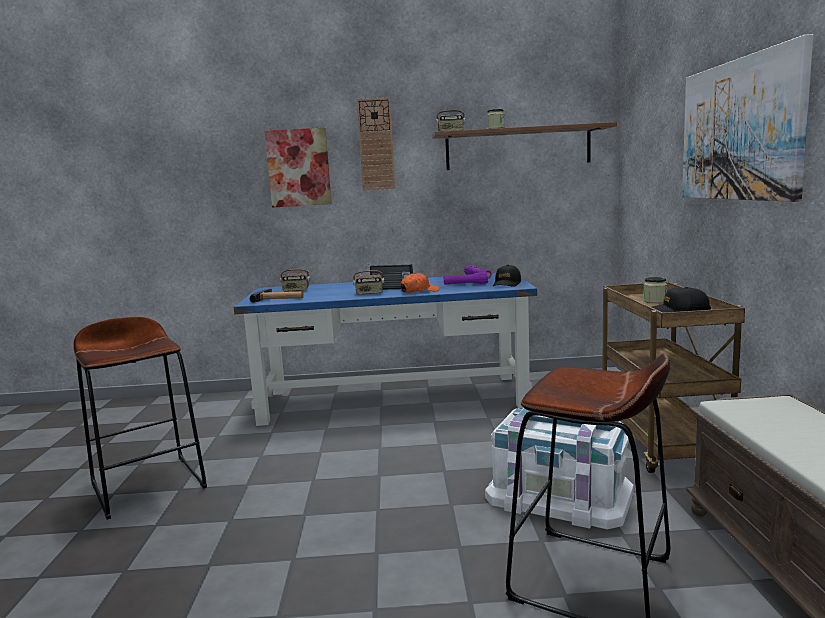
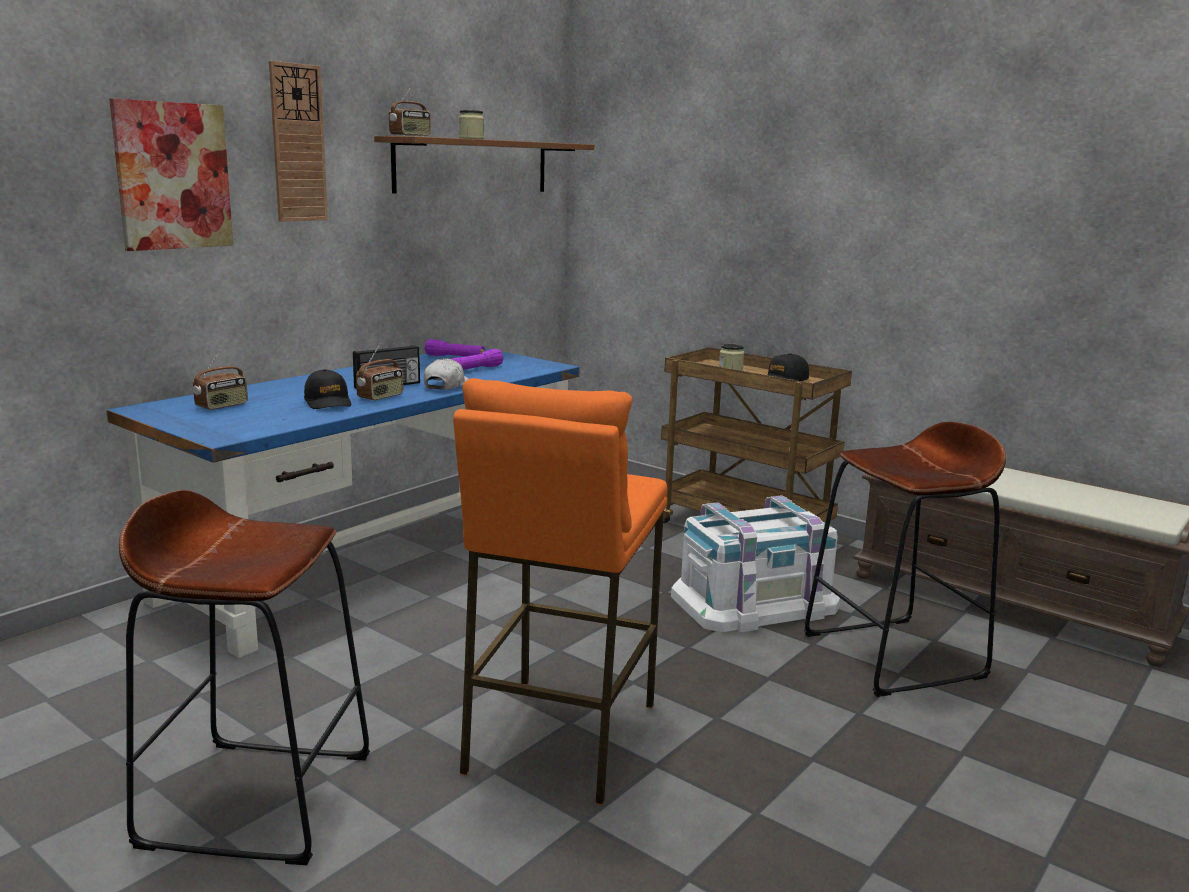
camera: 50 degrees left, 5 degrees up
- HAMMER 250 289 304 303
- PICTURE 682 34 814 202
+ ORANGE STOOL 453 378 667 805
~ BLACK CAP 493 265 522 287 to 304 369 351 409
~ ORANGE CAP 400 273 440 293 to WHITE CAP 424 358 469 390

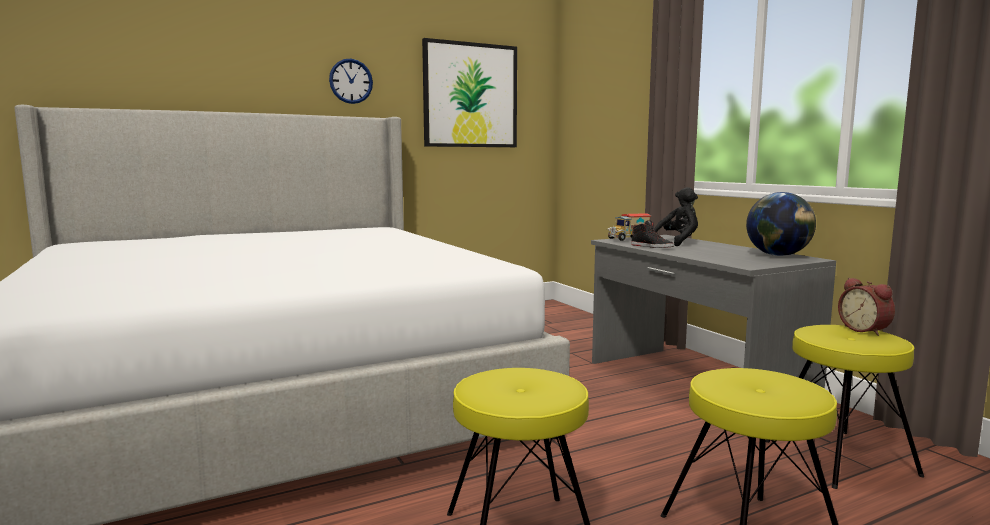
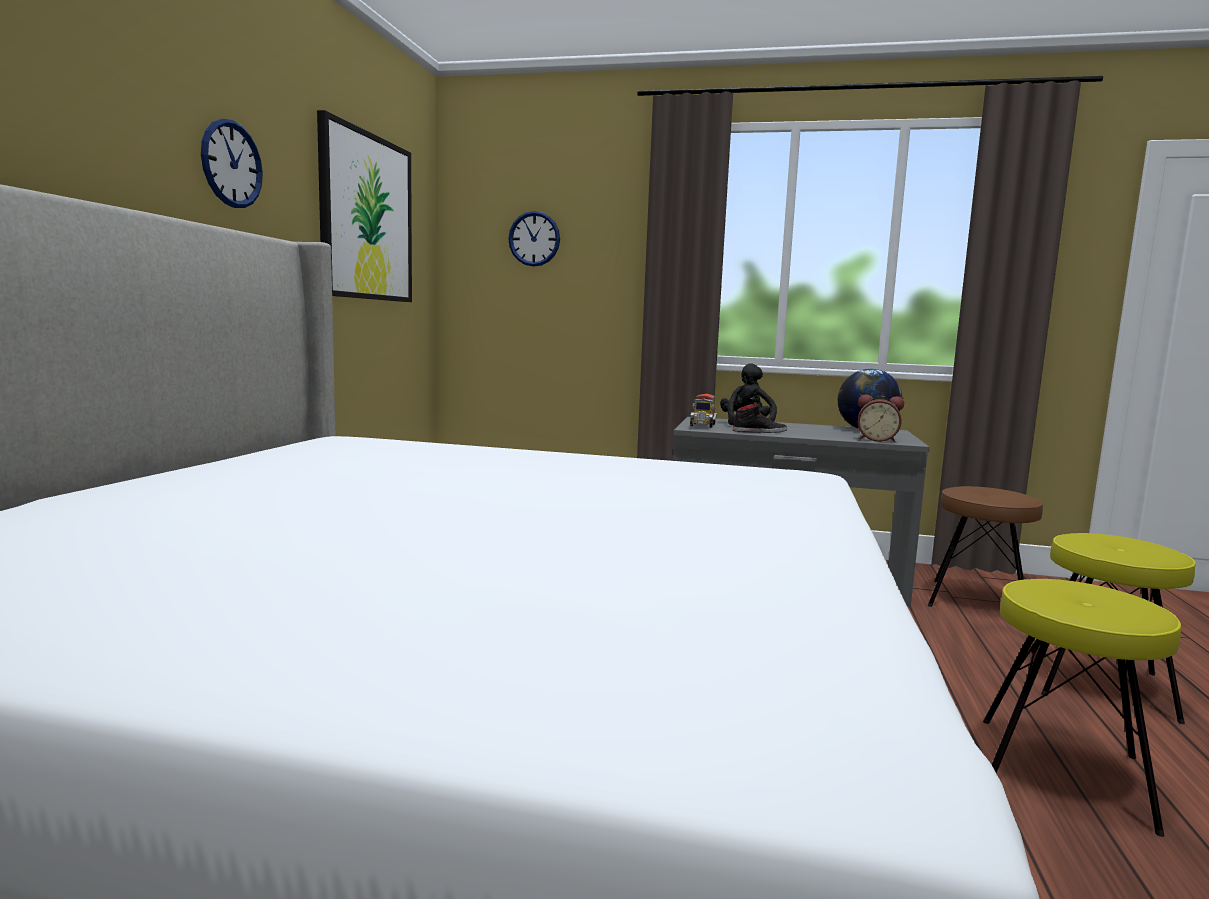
camera: 50 degrees left, 0 degrees up
+ WALL CLOCK 508 211 560 267
~ ALARM CLOCK 838 278 895 336 to 858 395 904 442
~ YELLOW STOOL 765 325 924 489 to BROWN STOOL 928 486 1043 607

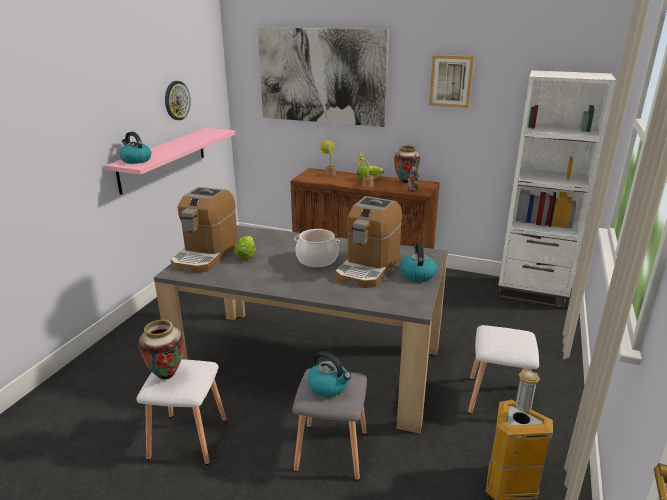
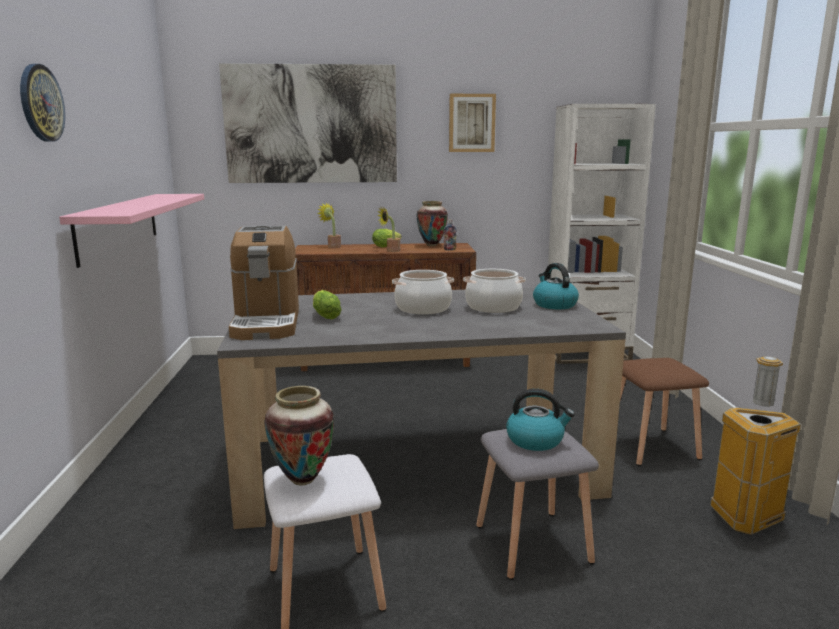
camera: 25 degrees left, 10 degrees down
- KETTLE 119 132 151 164
~ WALL CLOCK 165 81 191 120 to 20 64 65 142
~ COFFEE MACHINE 335 196 402 288 to COOKING POT 463 269 526 313
~ WHITE STOOL 468 325 539 414 to BROWN STOOL 620 358 709 466

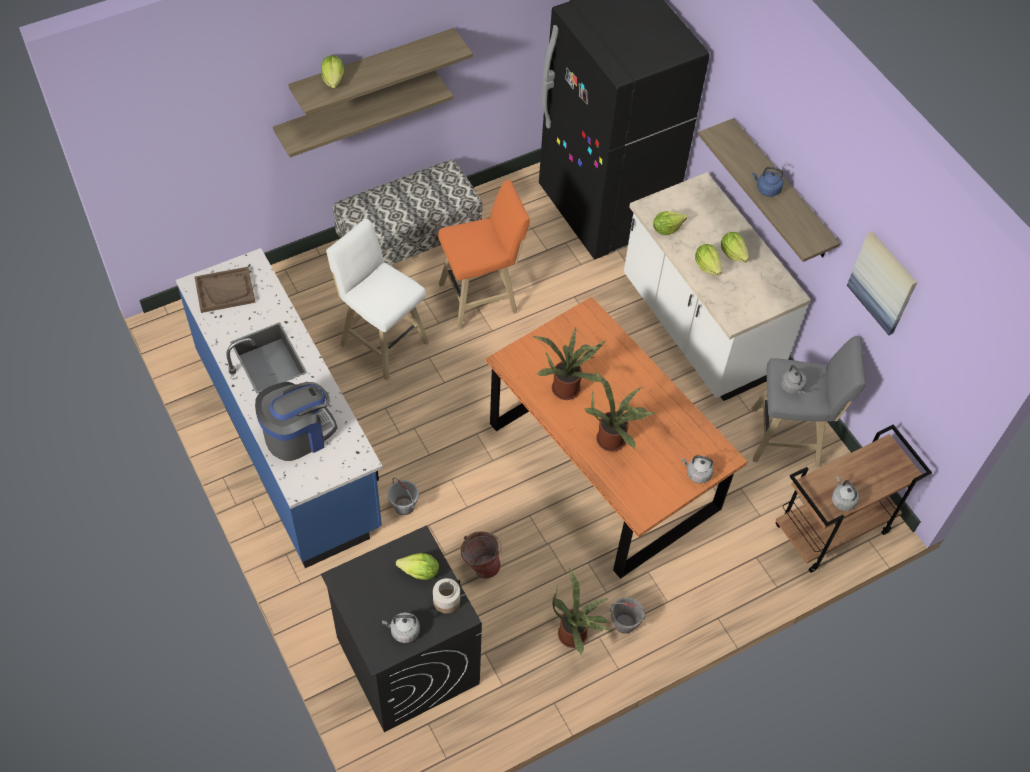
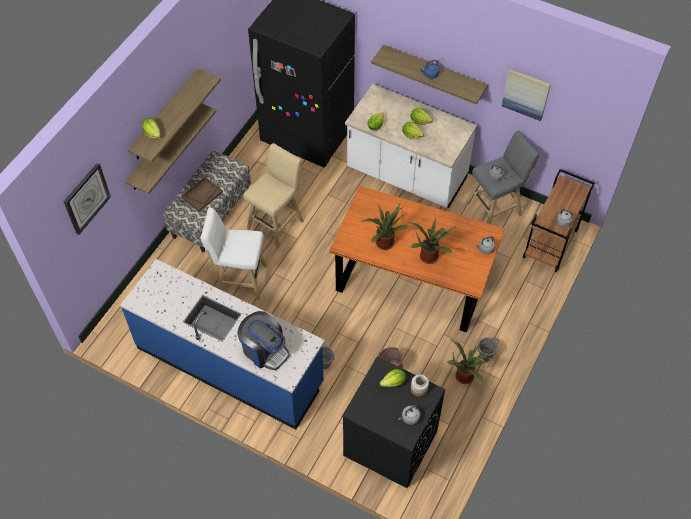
camera: 30 degrees left, 0 degrees up
+ WALL CLOCK 63 163 111 235
~ BROWN TRAY 194 267 256 313 to 181 177 223 212
~ ORANGE STOOL 438 180 530 329 to BEIGE STOOL 243 143 304 248
~ COFFEE MACHINE 255 382 337 461 = 237 311 290 370 105 degrees clockwise

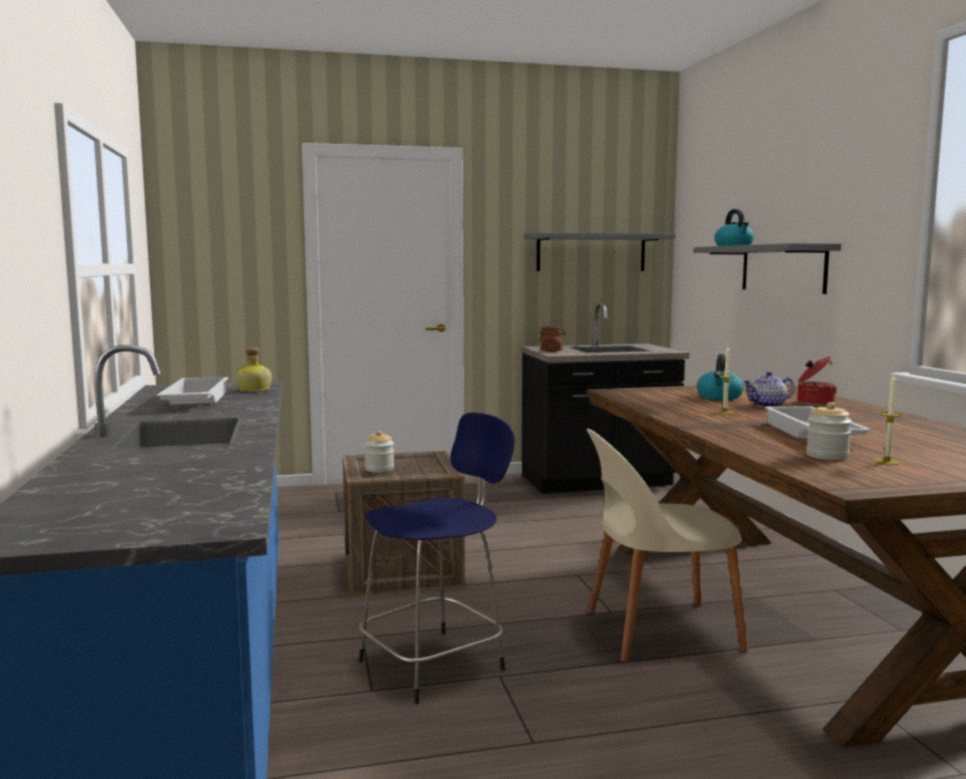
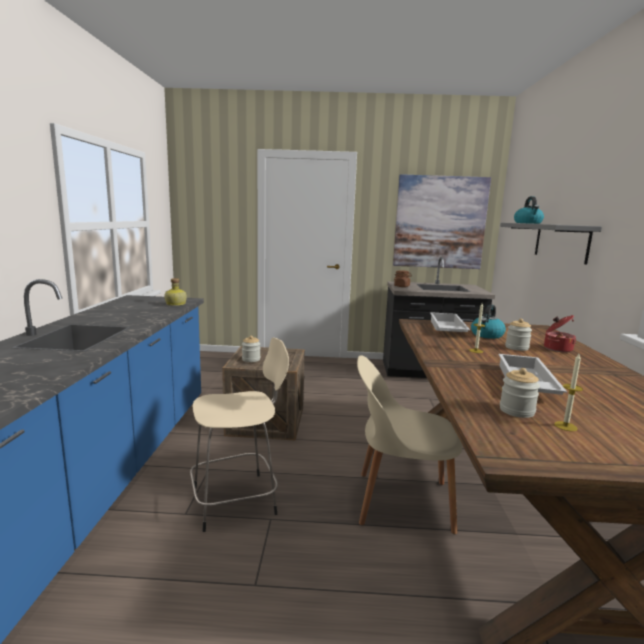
camera: 15 degrees right, 5 degrees up
~ WHITE TRAY 156 377 228 404 to 430 312 470 332
~ GREY SHELF 524 232 676 271 to PICTURE 393 174 491 269
~ TEAPOT 743 372 794 407 to JAR 505 318 532 351
~ BLUE STOOL 359 413 515 705 to BEIGE STOOL 190 337 289 532

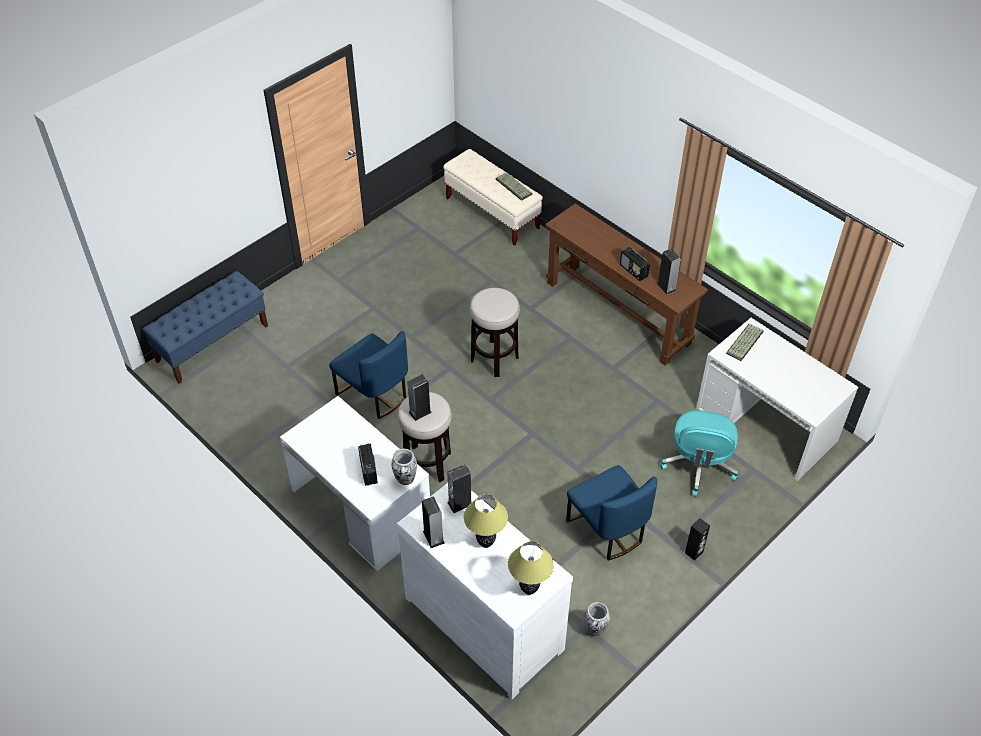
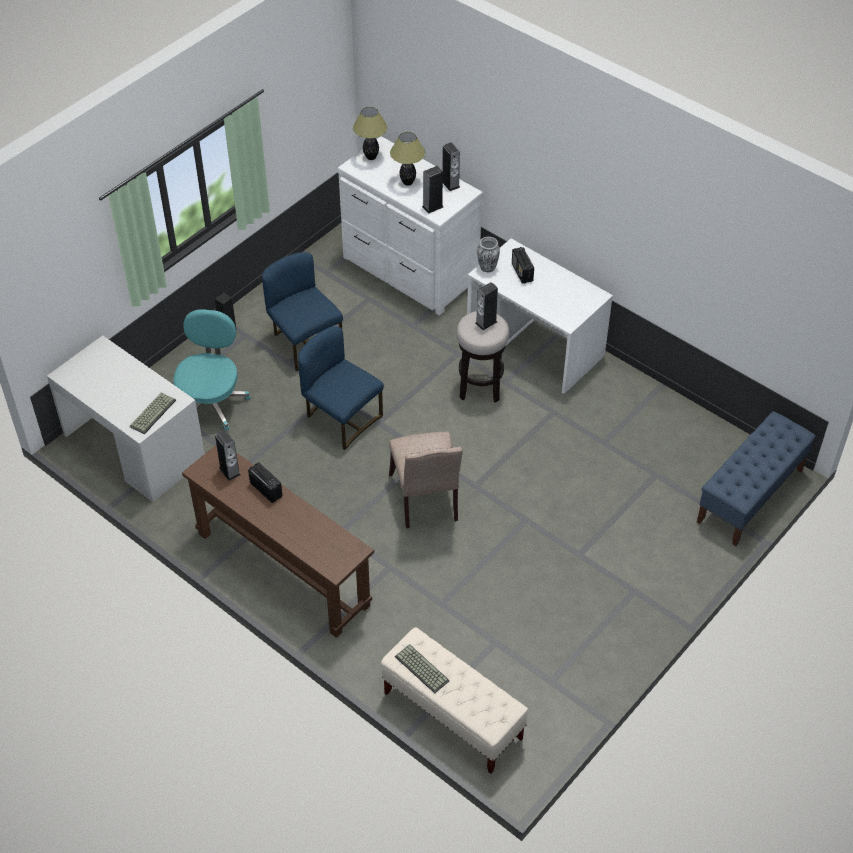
camera: 175 degrees right, 0 degrees up
- VASE 584 602 610 636
~ BLUE CHAIR 329 331 408 419 to 298 326 384 450
~ STOOL 470 288 520 377 to BEIGE CHAIR 389 432 463 529

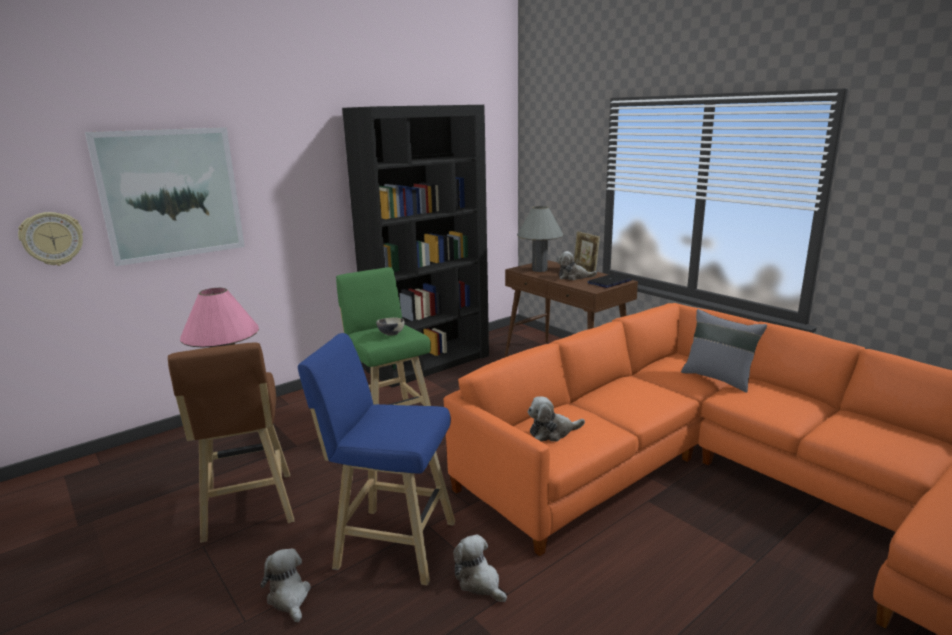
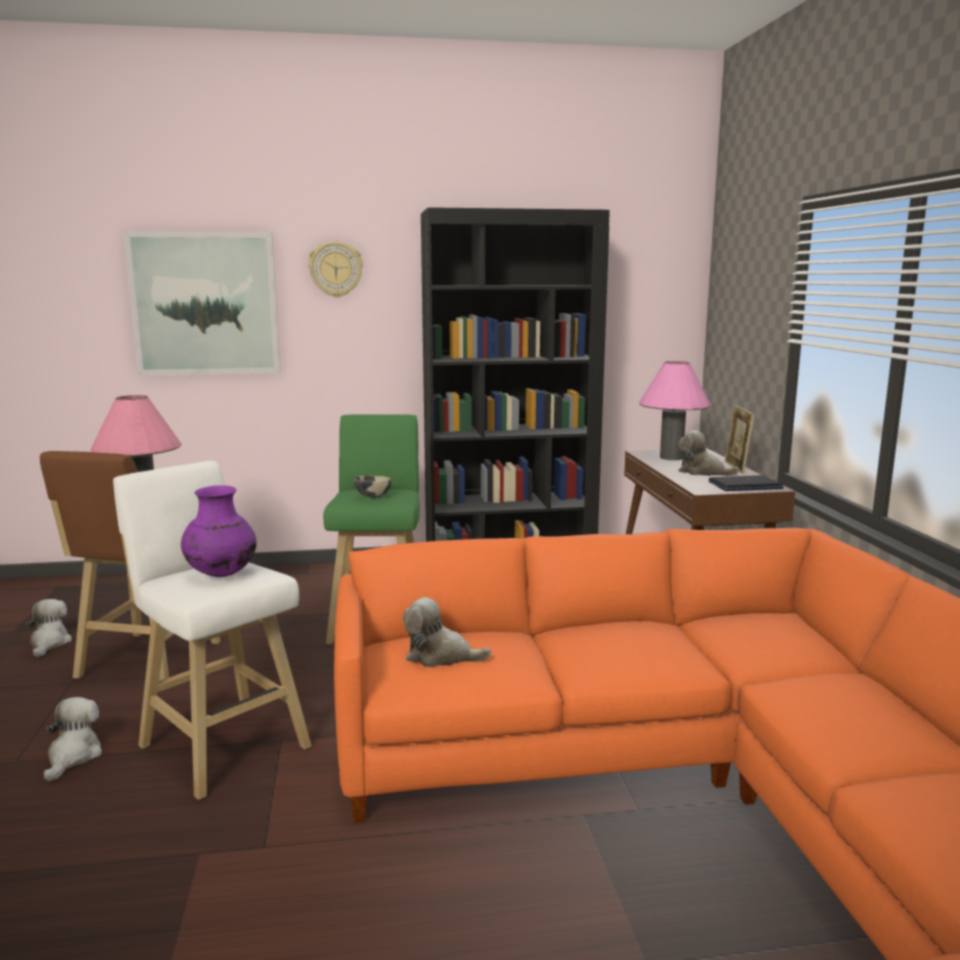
camera: 30 degrees right, 5 degrees down
- GREY PILLOW 681 309 767 393
+ PURPLE VASE 181 485 257 577
~ WALL CLOCK 18 212 83 266 to 308 242 363 297
~ PLUSH TOY 453 534 507 602 to 26 599 72 657
~ BLUE STOOL 298 333 455 586 to WHITE STOOL 113 461 312 800
~ GREY TABLE LAMP 517 206 563 272 to PINK TABLE LAMP 639 361 711 460

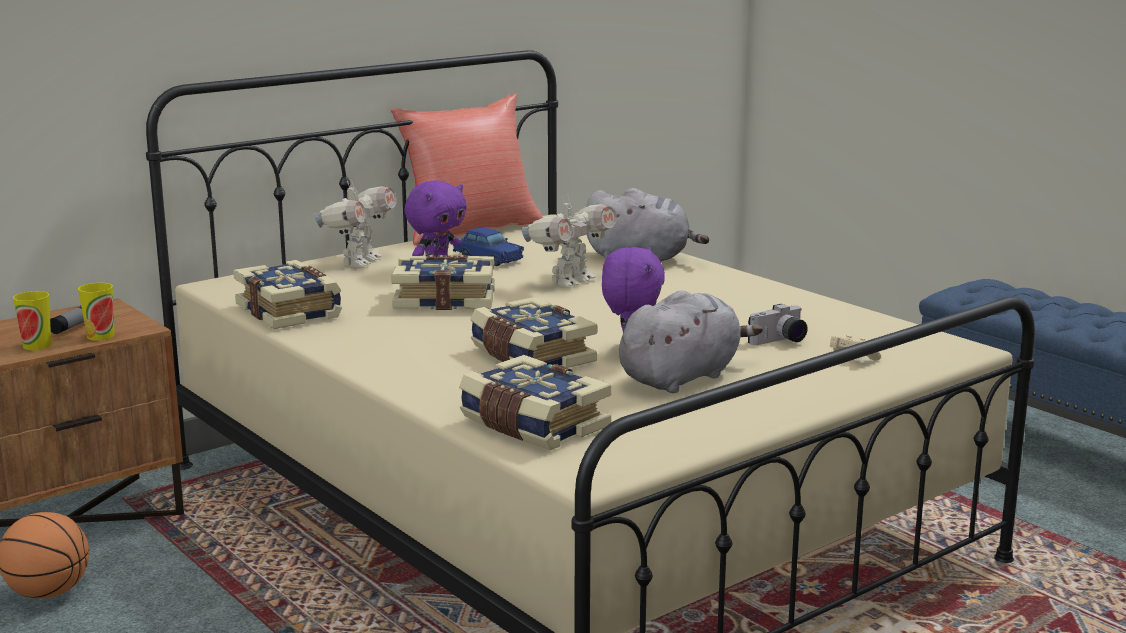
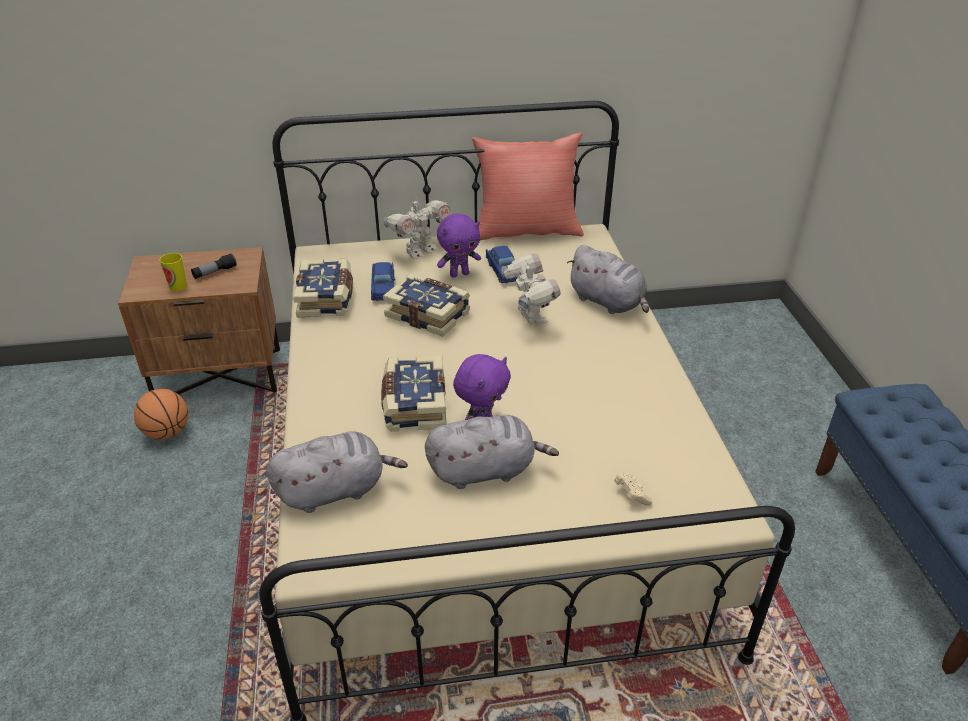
camera: 30 degrees right, 20 degrees up
- CUP 78 283 114 340
- PHOTO CAMERA 748 304 808 345
+ BLUE TOY CAR 371 262 395 301
~ BOOK 459 355 612 450 to GREY PLUSH TOY 267 431 408 513
~ TOY ROBOT 521 197 617 286 = 501 254 561 325 90 degrees counterclockwise

